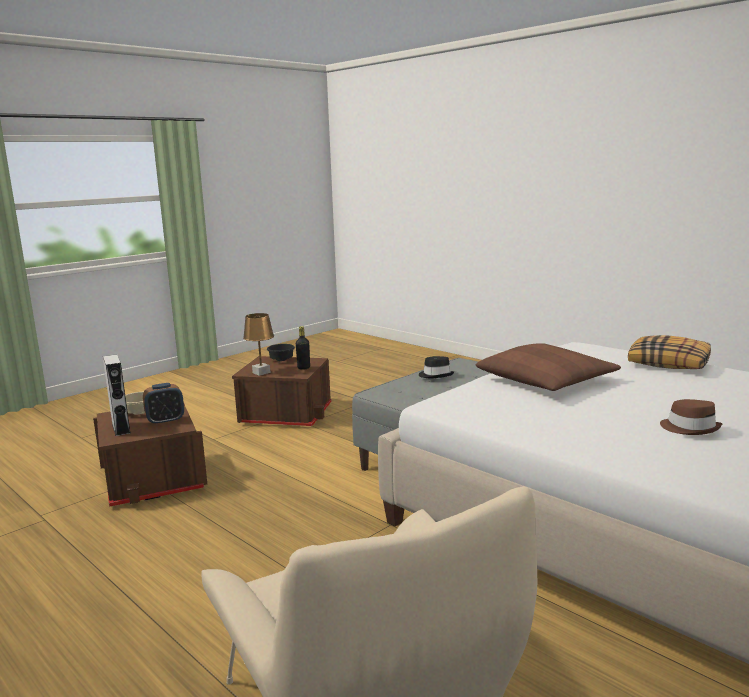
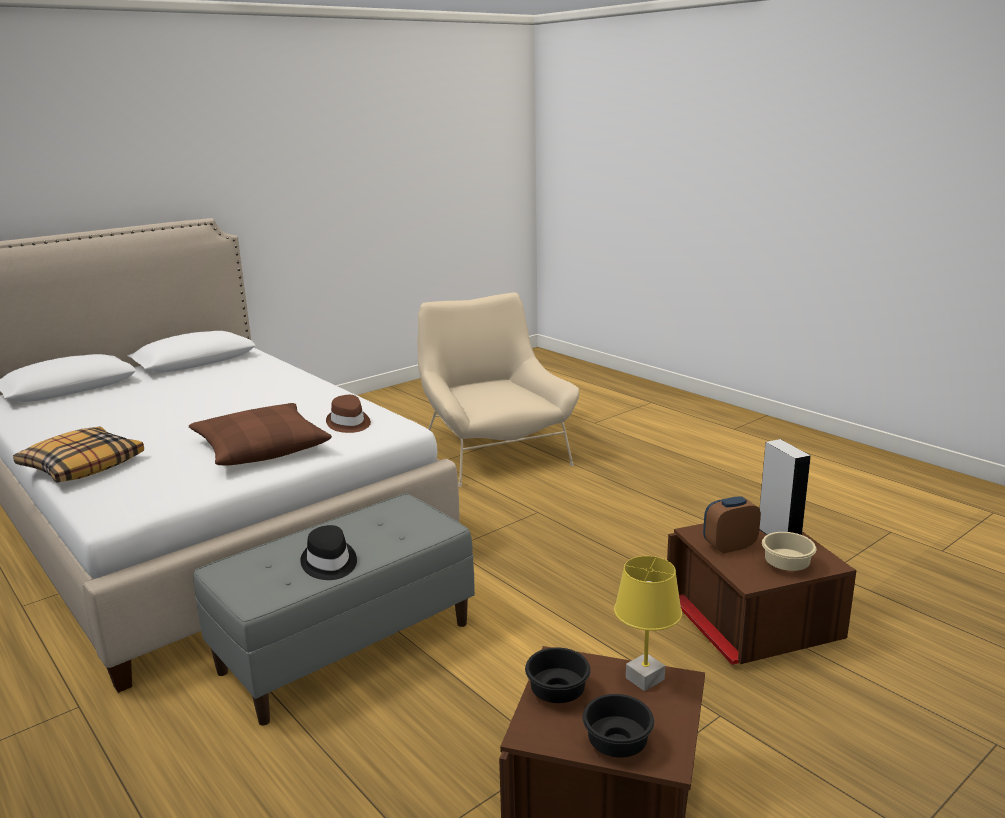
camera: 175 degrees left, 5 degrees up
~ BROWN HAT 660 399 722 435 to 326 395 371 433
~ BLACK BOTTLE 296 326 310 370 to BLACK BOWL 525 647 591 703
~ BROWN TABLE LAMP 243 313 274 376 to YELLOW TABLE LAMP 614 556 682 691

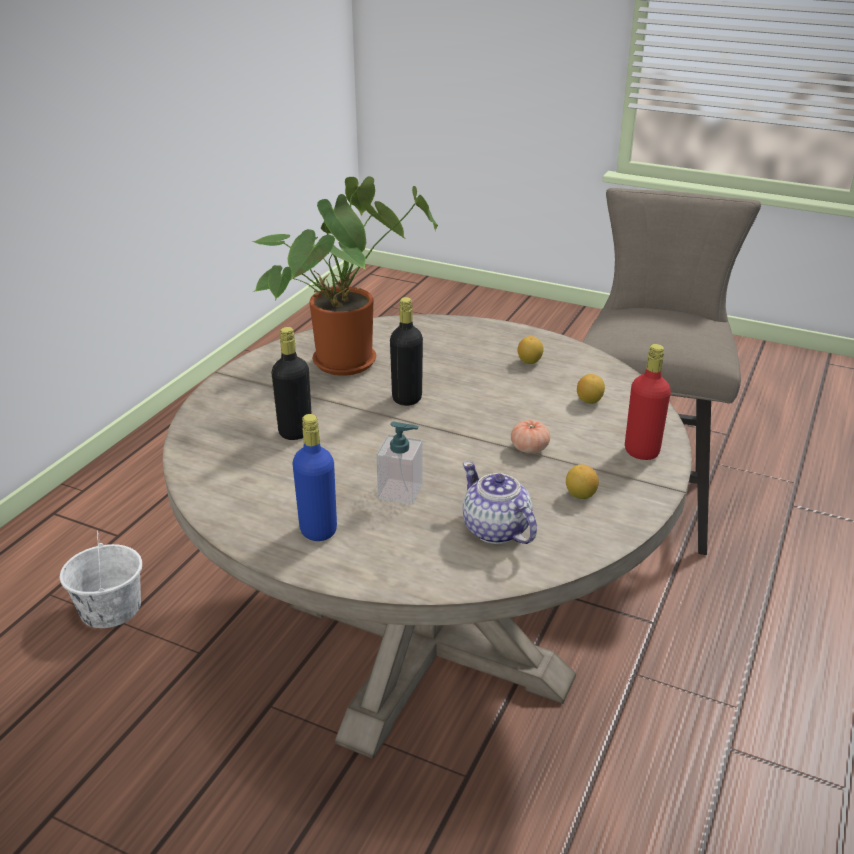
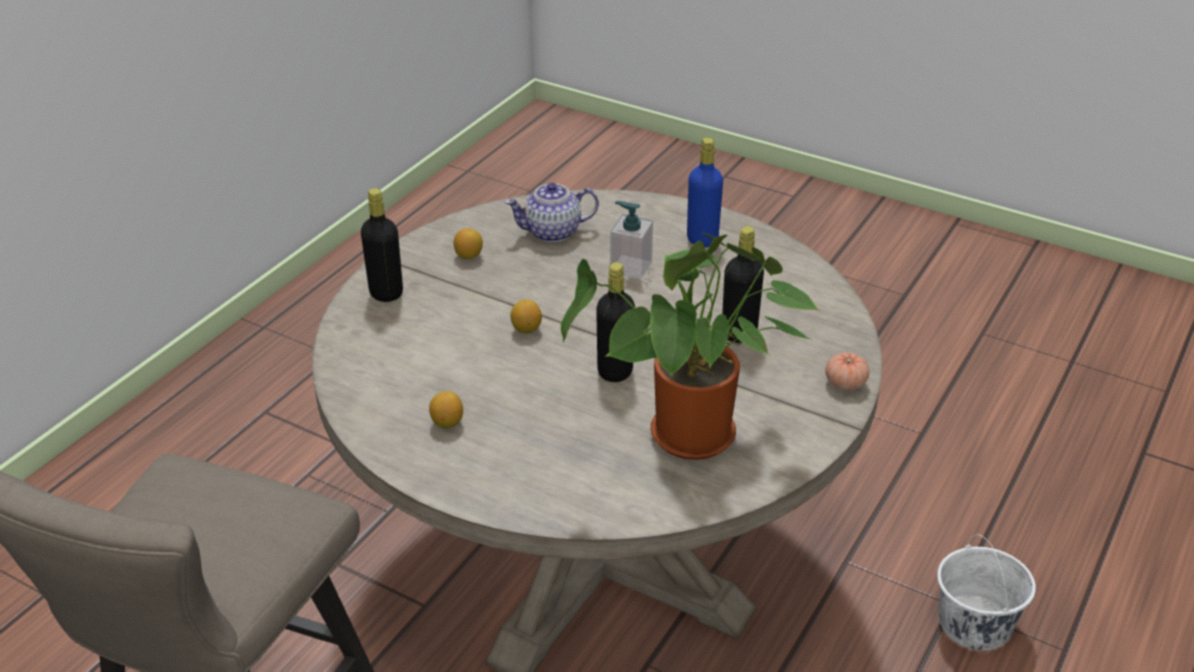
camera: 175 degrees left, 5 degrees up
~ TOMATO 511 420 550 453 to 825 352 870 390
~ LEMON 577 374 605 404 to 510 299 542 333
~ RED BOTTLE 625 344 671 460 to BLACK BOTTLE 361 188 403 302
~ TEAPOT 463 462 537 544 = 504 183 599 242 105 degrees clockwise

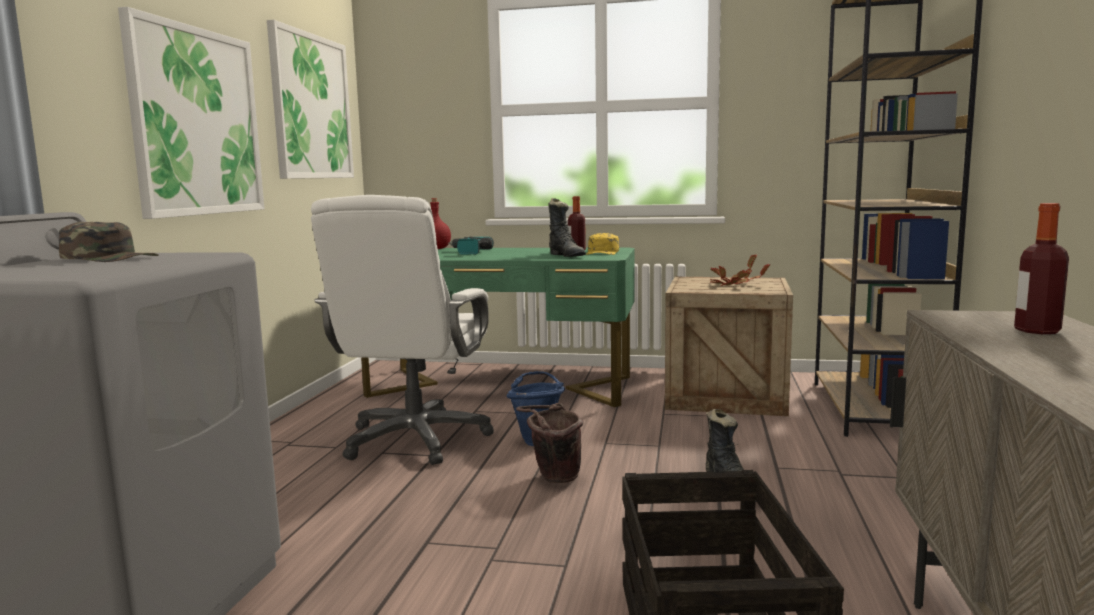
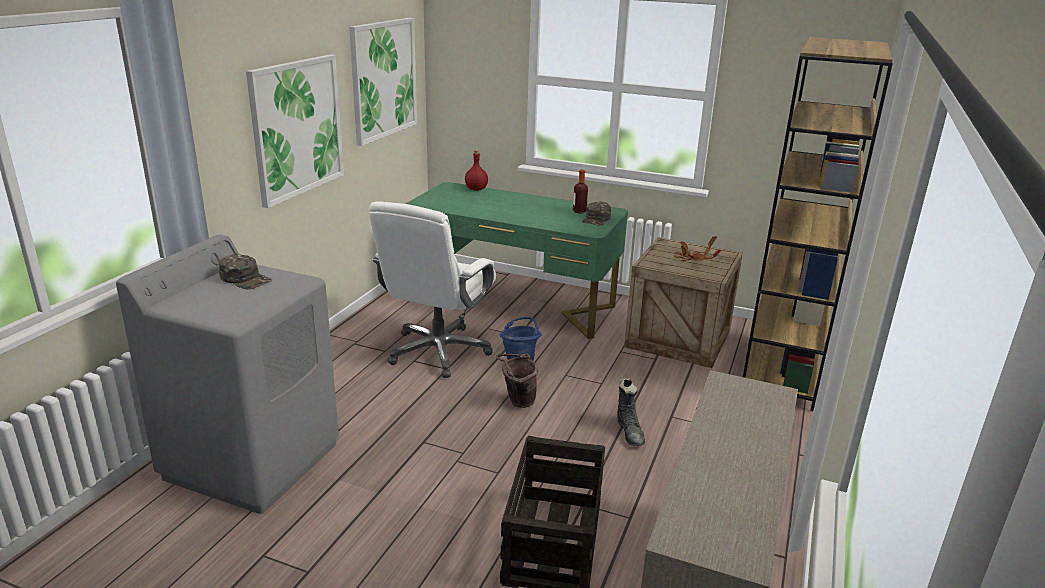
camera: 10 degrees right, 15 degrees up
- POWER DRILL 448 237 494 255
- BLACK BOOT 548 198 586 257
- BOTTLE 1014 203 1069 334
~ YELLOW CAP 586 233 619 255 to GREEN CAP 582 201 611 226

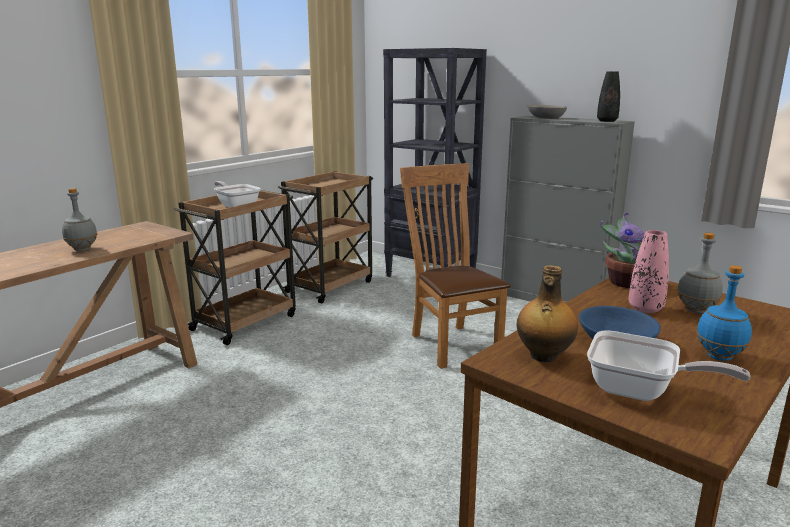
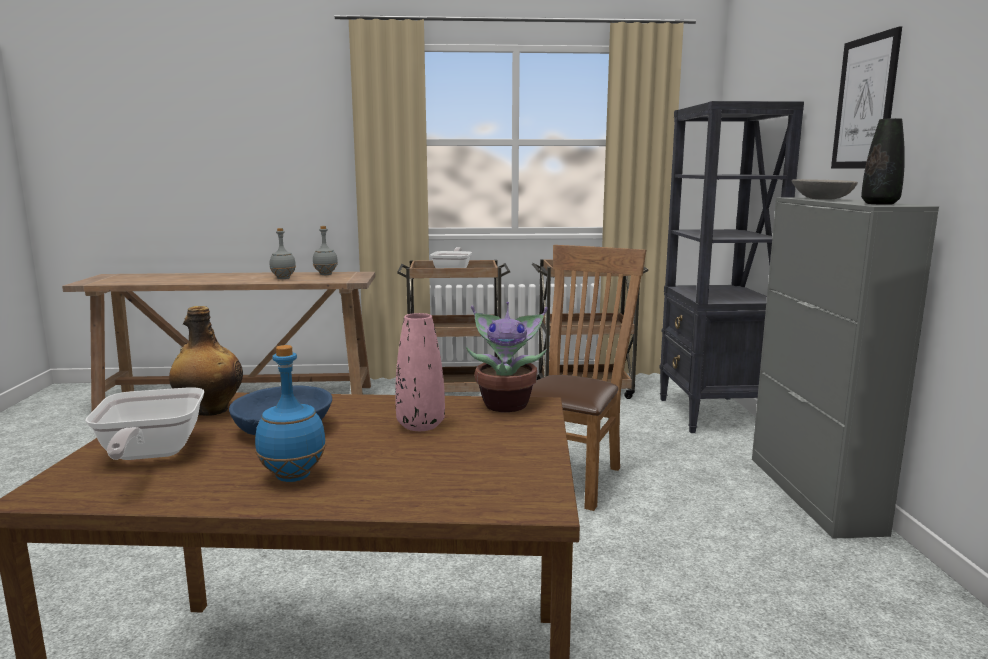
camera: 50 degrees right, 5 degrees down
+ PICTURE 831 26 902 169
~ GREY BOTTLE 677 233 723 313 to 313 226 338 275

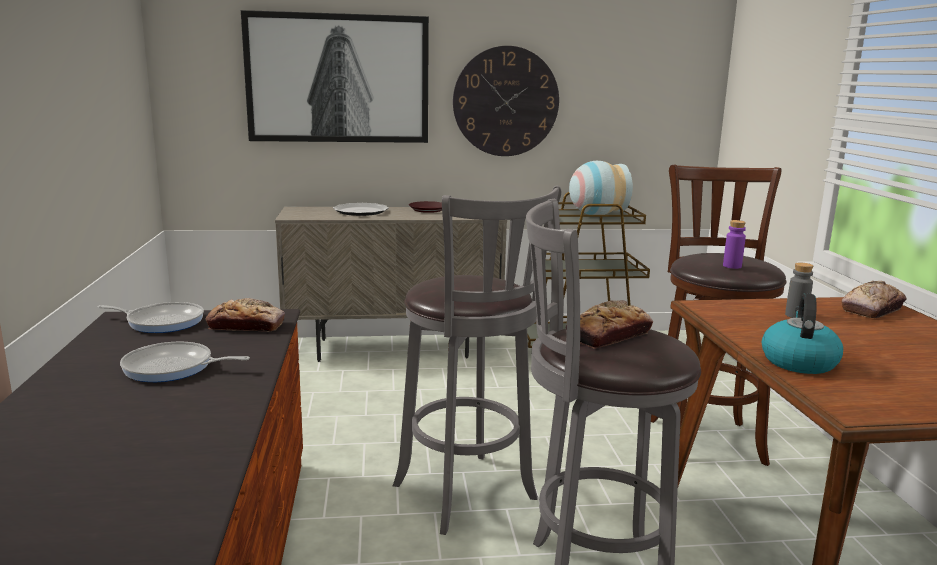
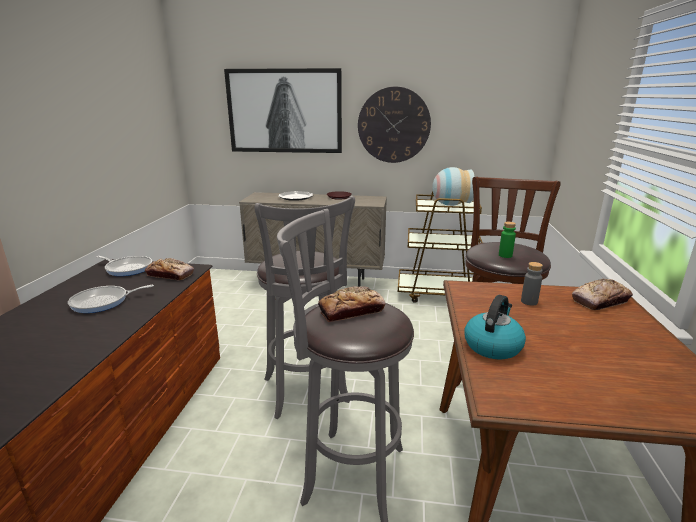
camera: 15 degrees right, 5 degrees up
~ PURPLE BOTTLE 723 220 746 269 to GREEN BOTTLE 499 222 516 258
~ FRYING PAN 120 342 250 382 = 68 285 154 313 45 degrees counterclockwise

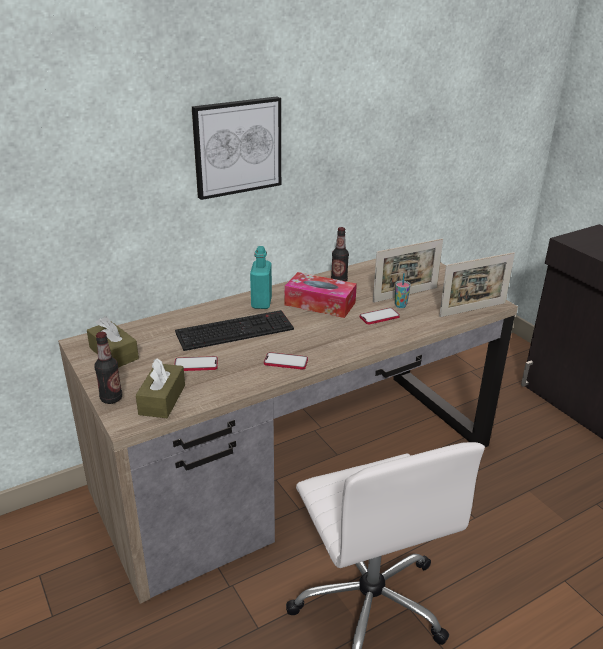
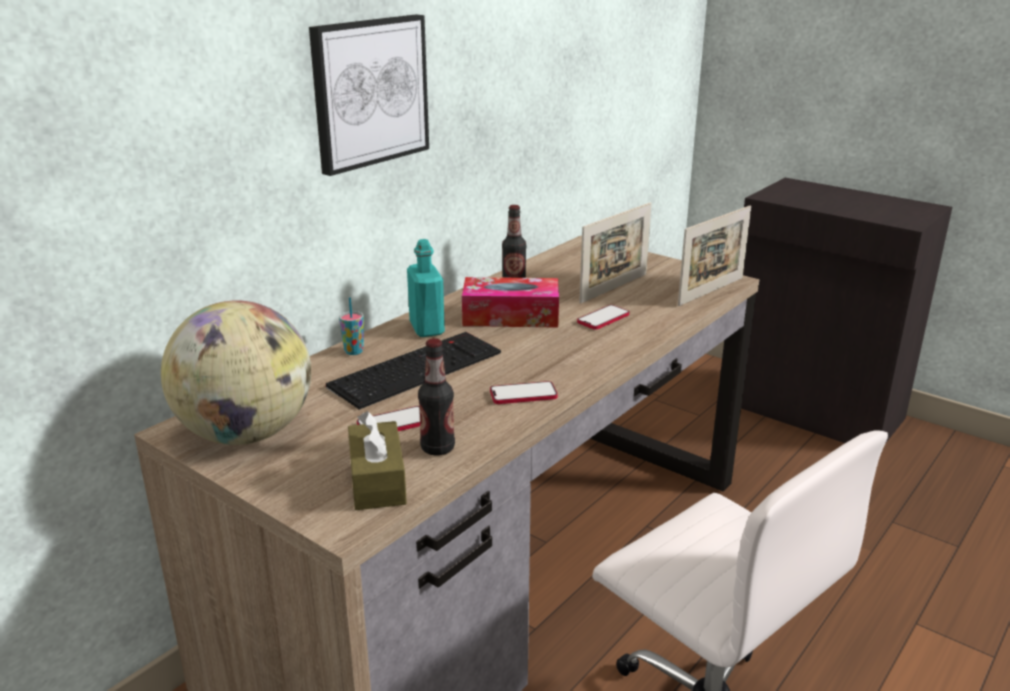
camera: 20 degrees left, 5 degrees down
~ BOTTLE 94 332 122 404 to 418 338 455 456
~ CUP 395 273 411 308 to 339 297 364 355
~ BROWN TISSUE BOX 87 316 139 368 to GLOBE 161 300 311 445

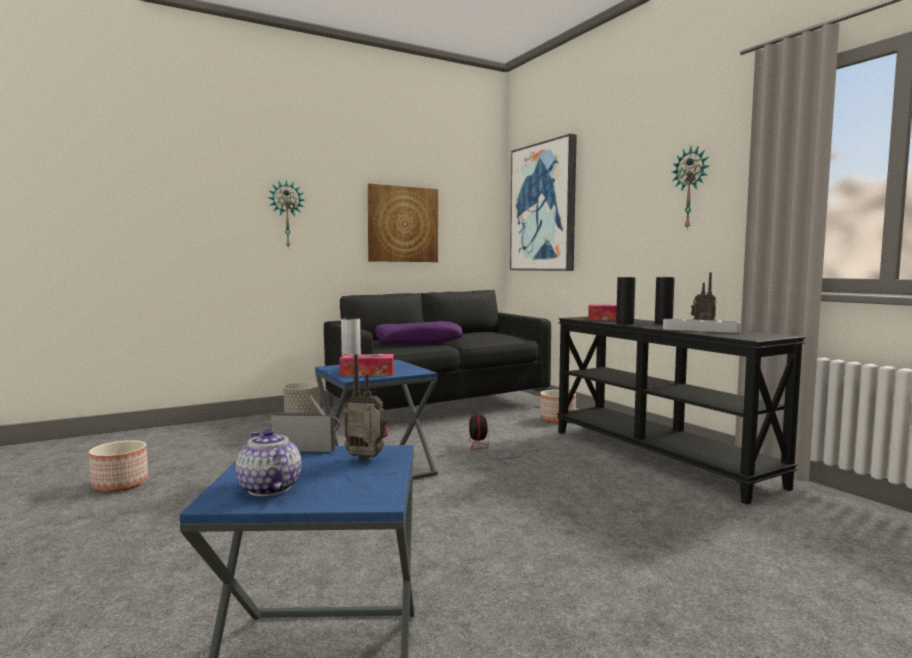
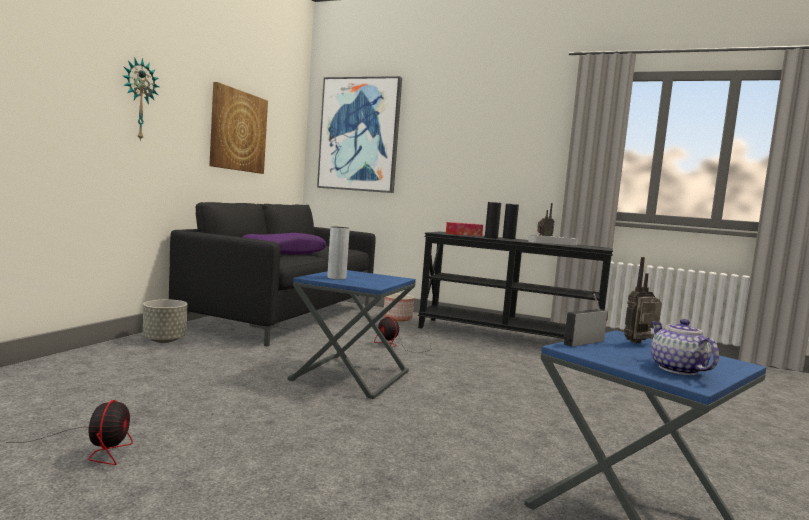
camera: 40 degrees left, 0 degrees up
- TISSUE BOX 339 354 394 376
- WALL CLOCK 671 146 709 230
~ PLANTER 89 440 148 492 to FAN 6 400 133 465
~ TEAPOT 236 429 301 496 = 651 319 719 375 60 degrees clockwise

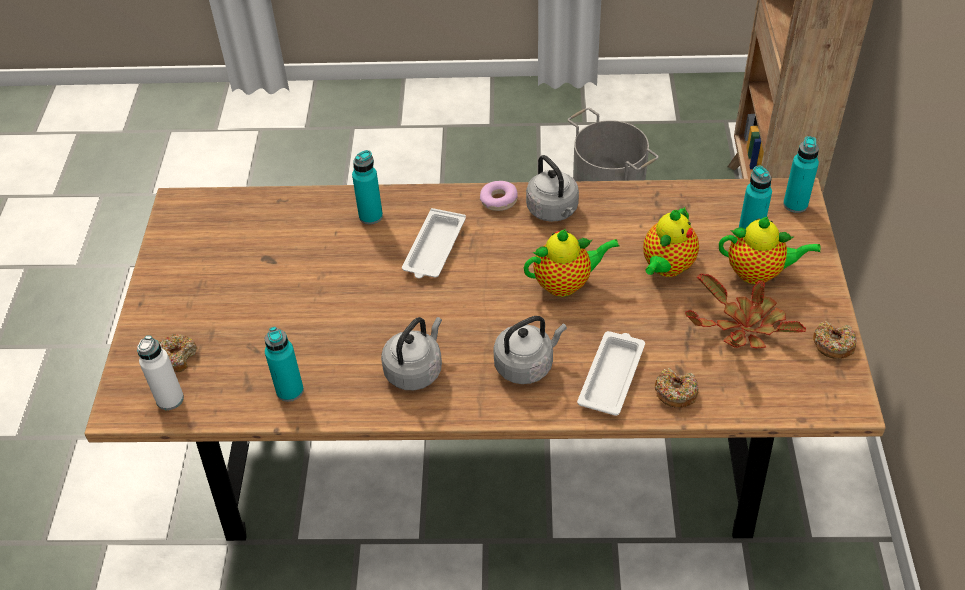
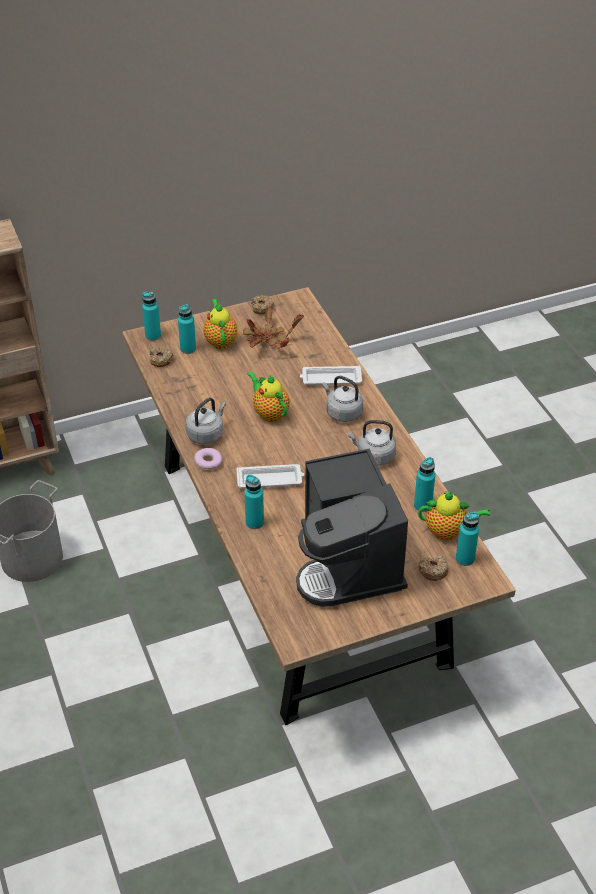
camera: 115 degrees left, 5 degrees down
+ COFFEE MACHINE 296 449 408 607
~ TEAPOT 643 207 699 277 to 418 492 490 540
~ DONUT 655 367 698 408 to 150 347 174 367
~ WHITE BOTTLE 137 336 184 410 to TURQUOISE BOTTLE 456 512 479 566

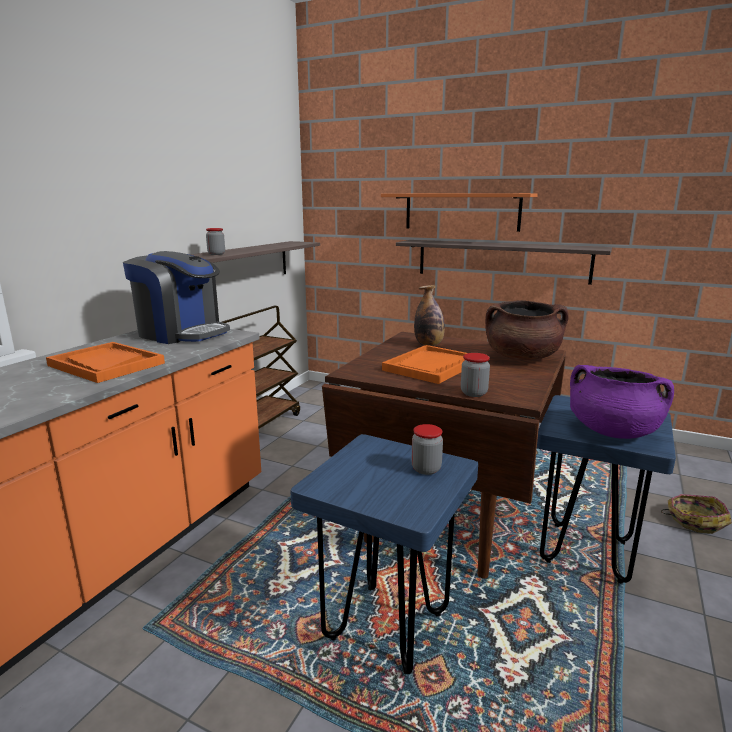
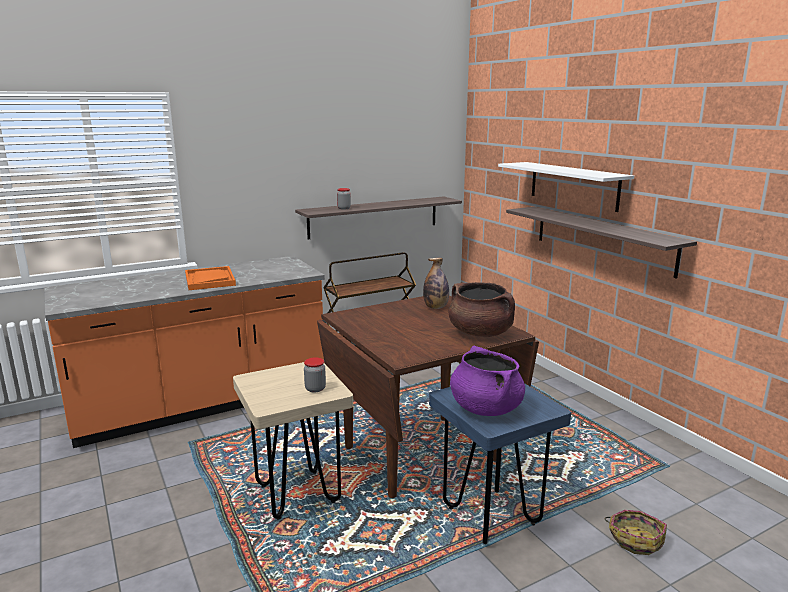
camera: 35 degrees right, 0 degrees up
- COFFEE MACHINE 123 251 230 344
- ORANGE TRAY 382 345 467 384
- JAR 461 353 490 397
~ BLUE STOOL 290 434 478 674 to BEIGE STOOL 233 362 353 520
~ ORANGE SHELF 381 193 538 232 to WHITE SHELF 498 162 634 212

